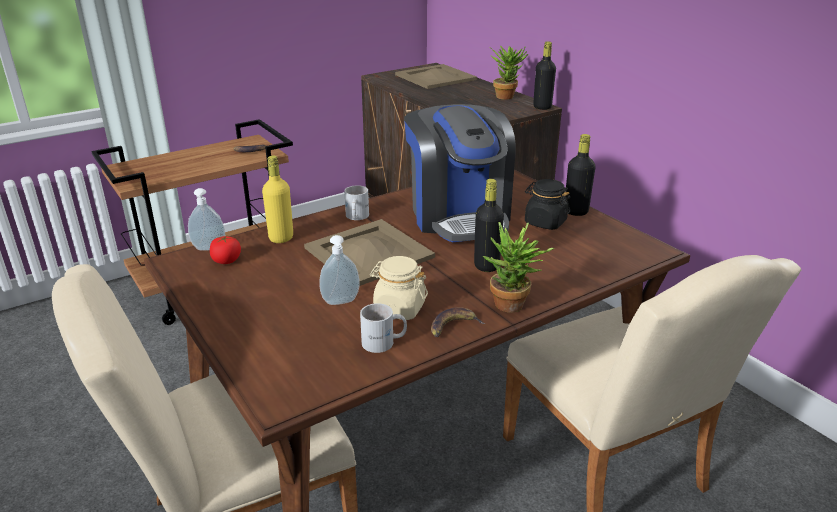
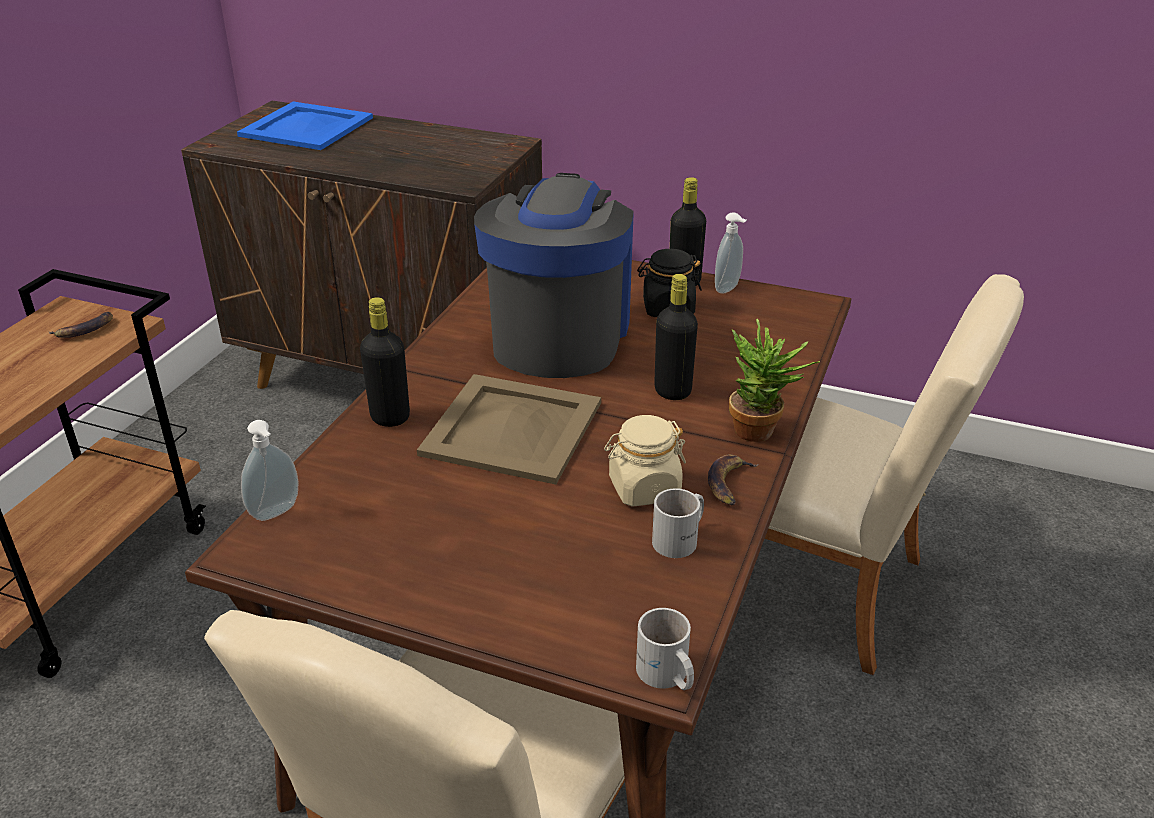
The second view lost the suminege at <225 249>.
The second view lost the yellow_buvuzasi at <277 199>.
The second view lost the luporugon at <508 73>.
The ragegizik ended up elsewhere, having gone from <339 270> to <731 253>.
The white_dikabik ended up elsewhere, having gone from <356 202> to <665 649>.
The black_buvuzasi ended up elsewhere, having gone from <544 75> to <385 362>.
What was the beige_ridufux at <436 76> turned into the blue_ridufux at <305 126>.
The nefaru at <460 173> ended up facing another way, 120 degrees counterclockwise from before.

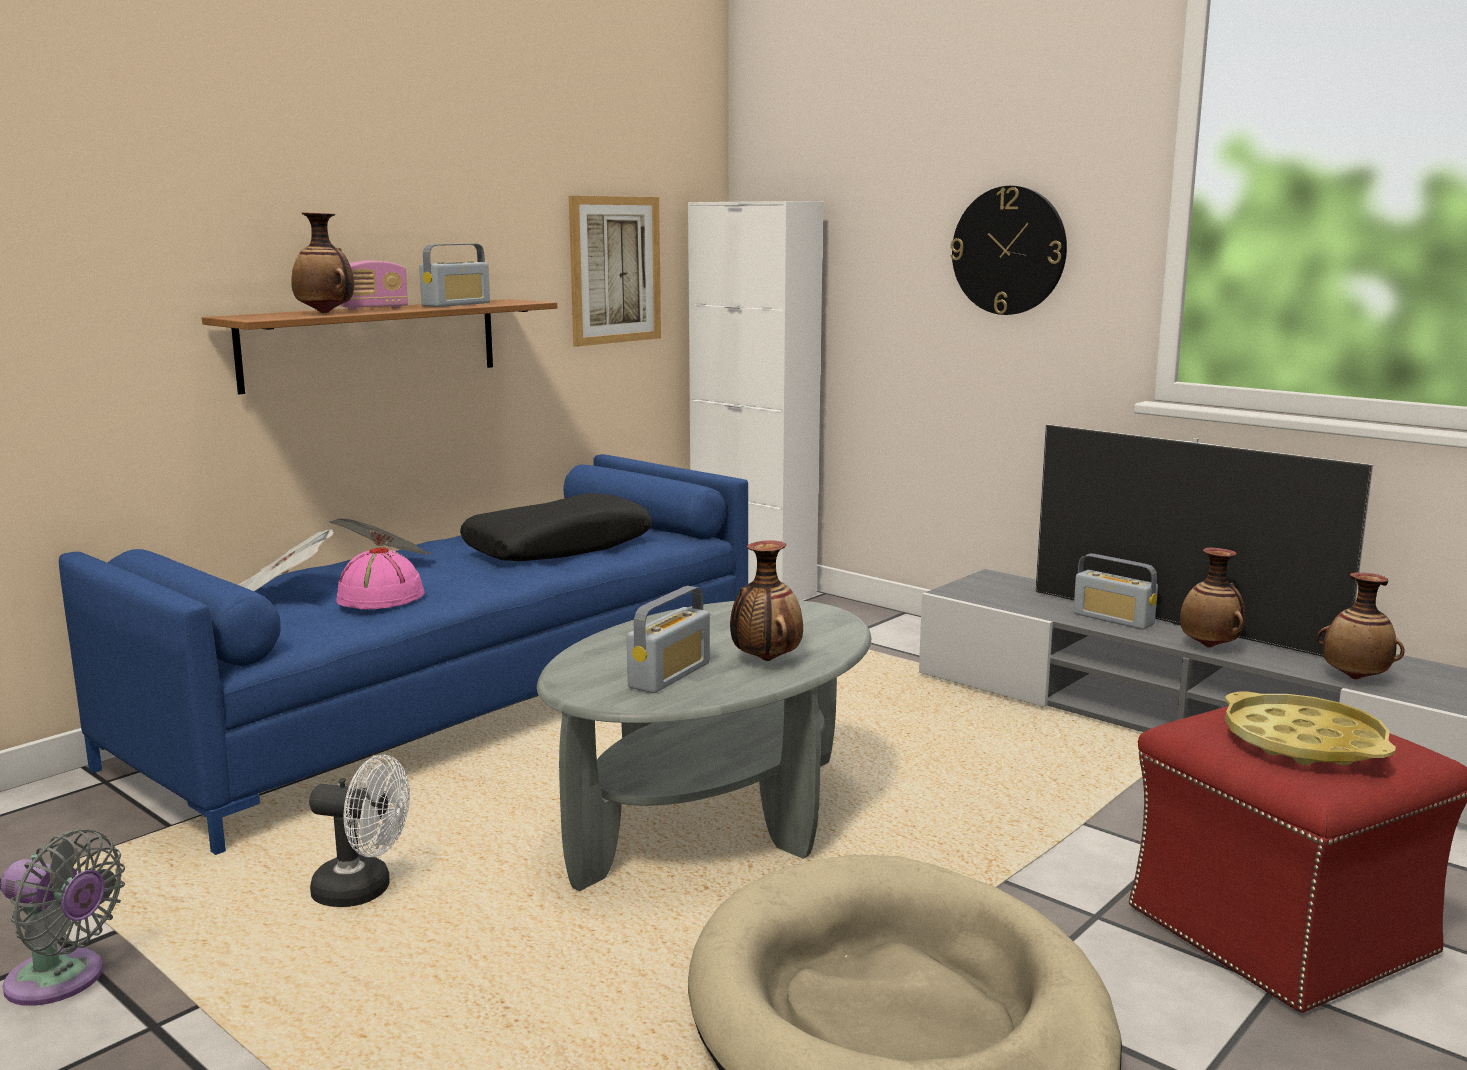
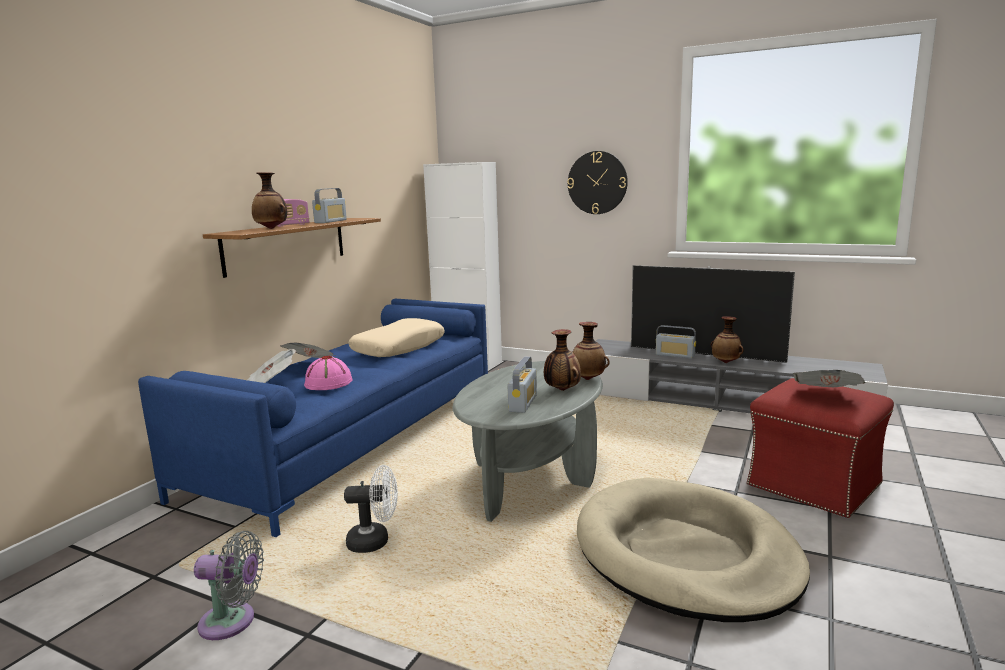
The second view lost the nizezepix at <615 271>.
The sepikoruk ended up elsewhere, having gone from <1361 626> to <591 351>.
Where the yellow_ridufux stood at <1310 728>, the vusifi came to stand at <829 378>.
What was the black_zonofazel at <556 527> turned into the beige_zonofazel at <396 337>.

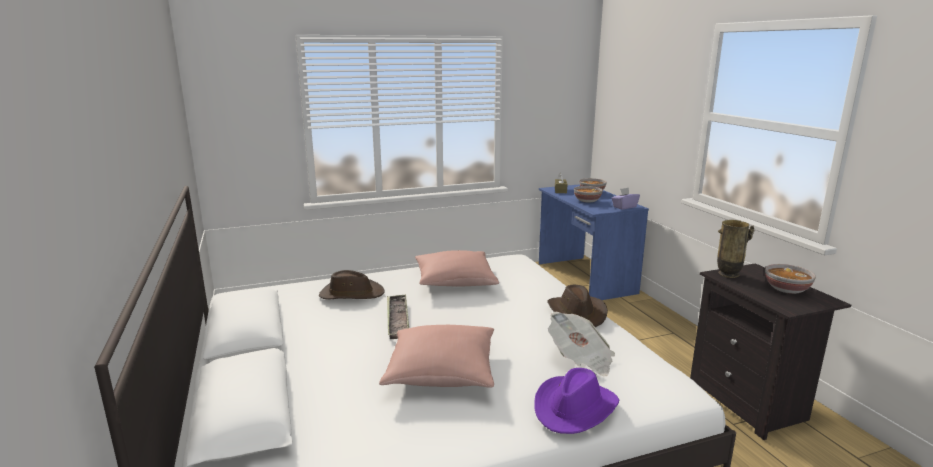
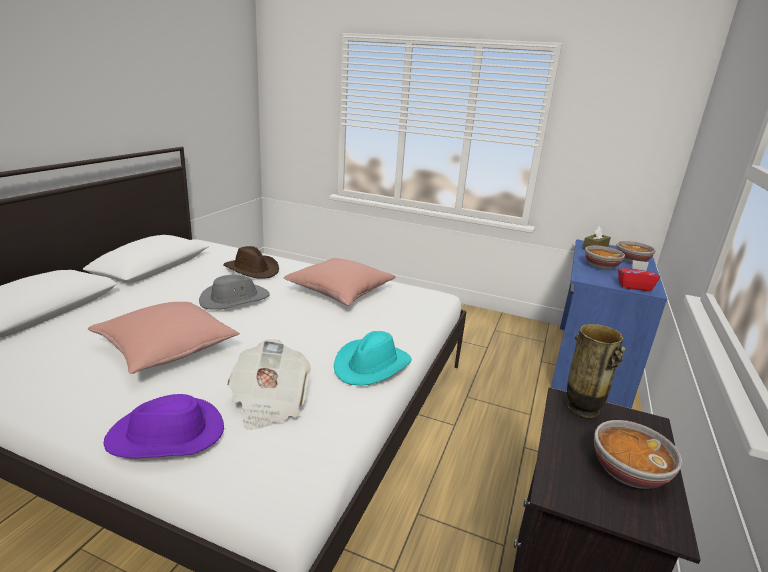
Where the ridufux stood at <398 316>, the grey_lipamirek came to stand at <234 292>.
What was the brown_lipamirek at <577 306> turned into the turquoise_lipamirek at <373 358>.
What was the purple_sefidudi at <626 199> turned into the red_sefidudi at <639 275>.

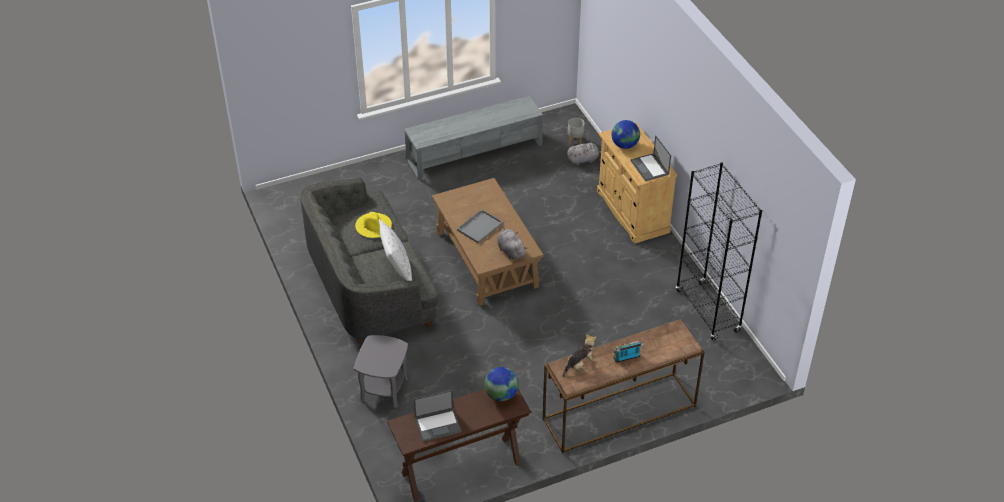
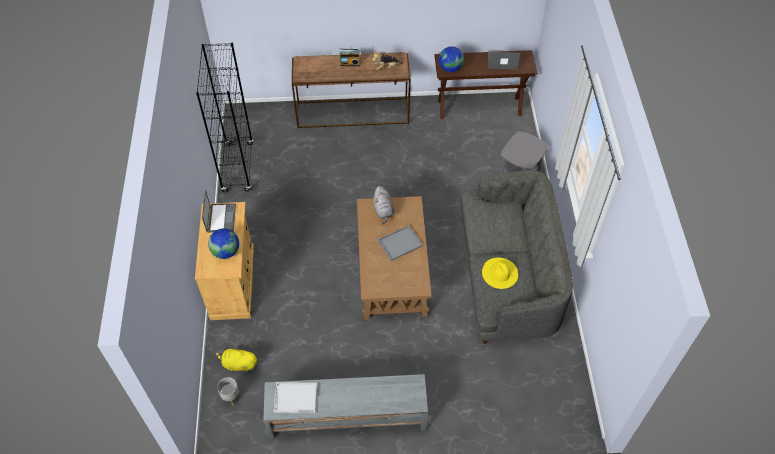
The second view lost the white_zonofazel at <395 250>.
The second view gained the white_ridufux at <295 397>.
What was the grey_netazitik at <584 154> turned into the yellow_netazitik at <236 359>.

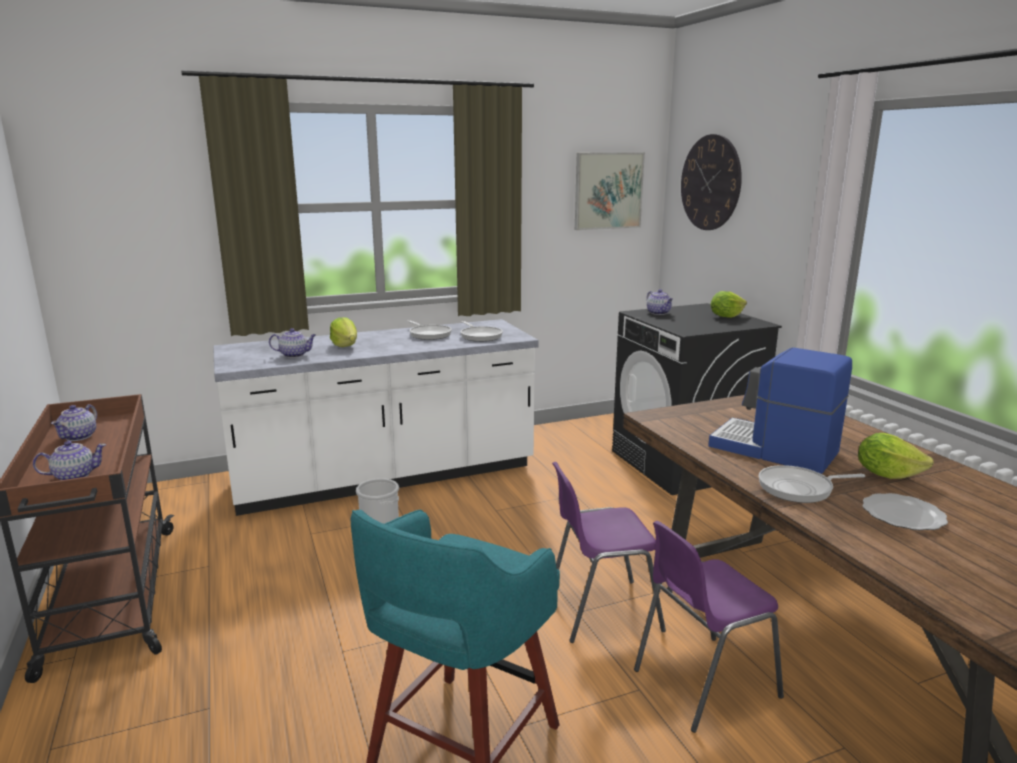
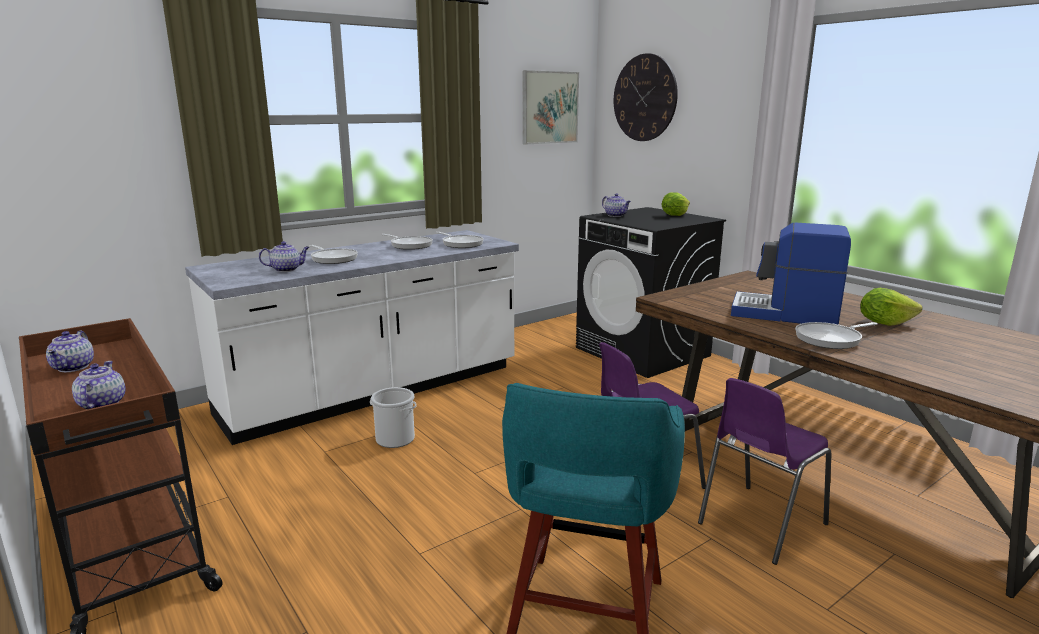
The second view lost the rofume at <905 512>.
Where the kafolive stood at <343 332>, the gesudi came to stand at <334 254>.
The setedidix at <70 460> ended up facing another way, 60 degrees counterclockwise from before.

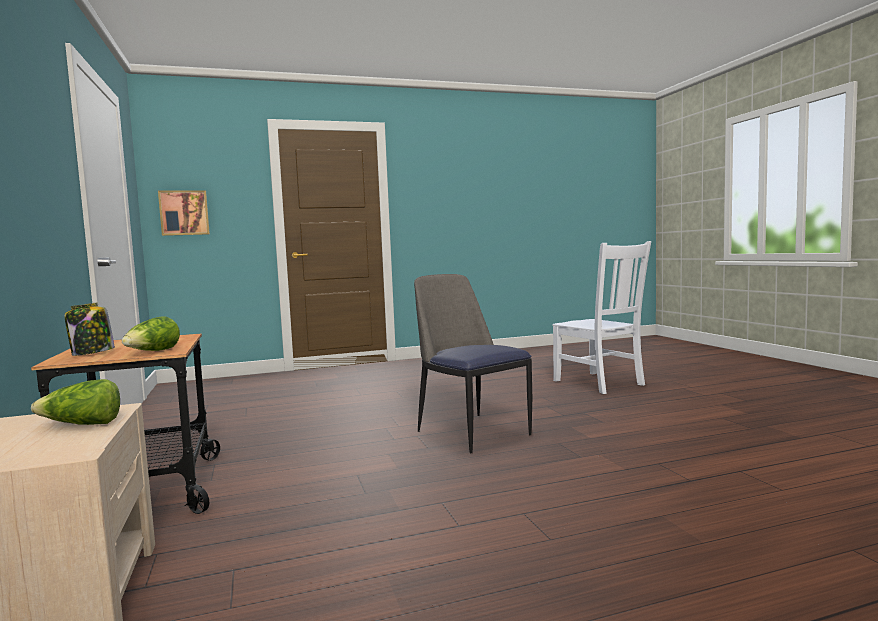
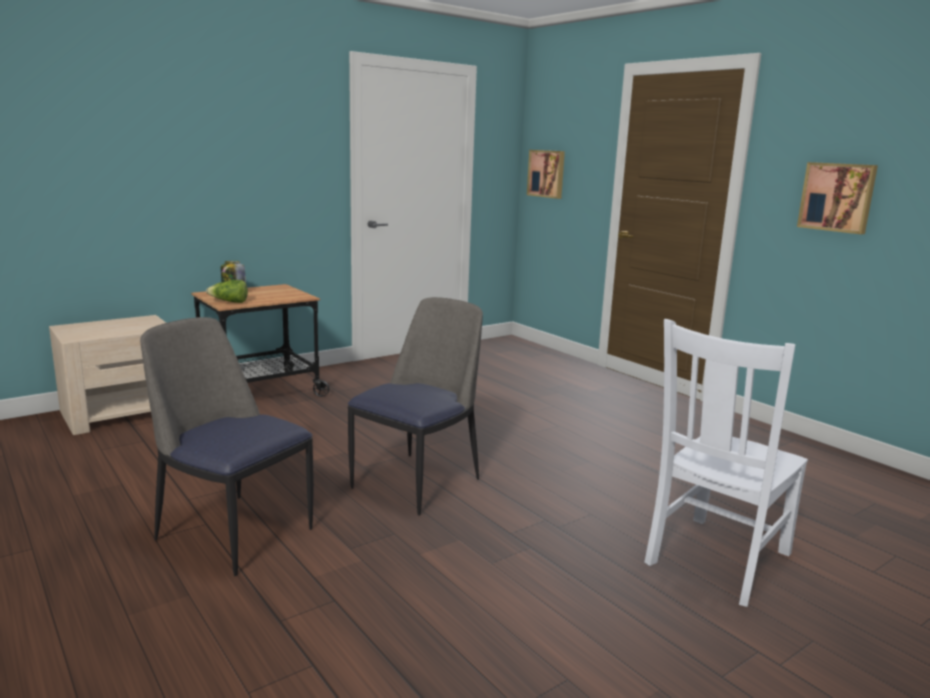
The second view lost the kafolive at <75 402>.
The second view gained the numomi at <227 446>.
The second view gained the nizezepix at <837 198>.

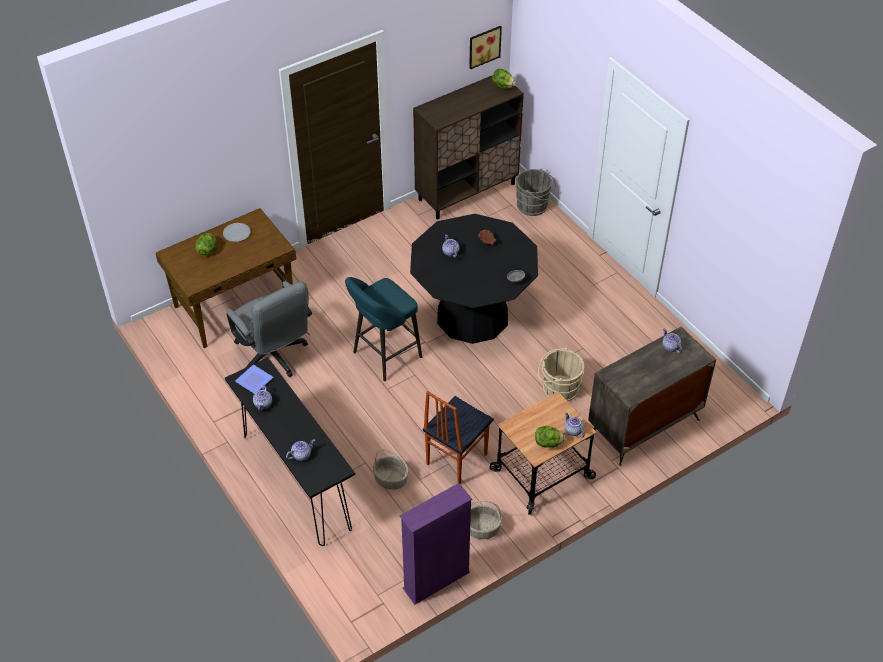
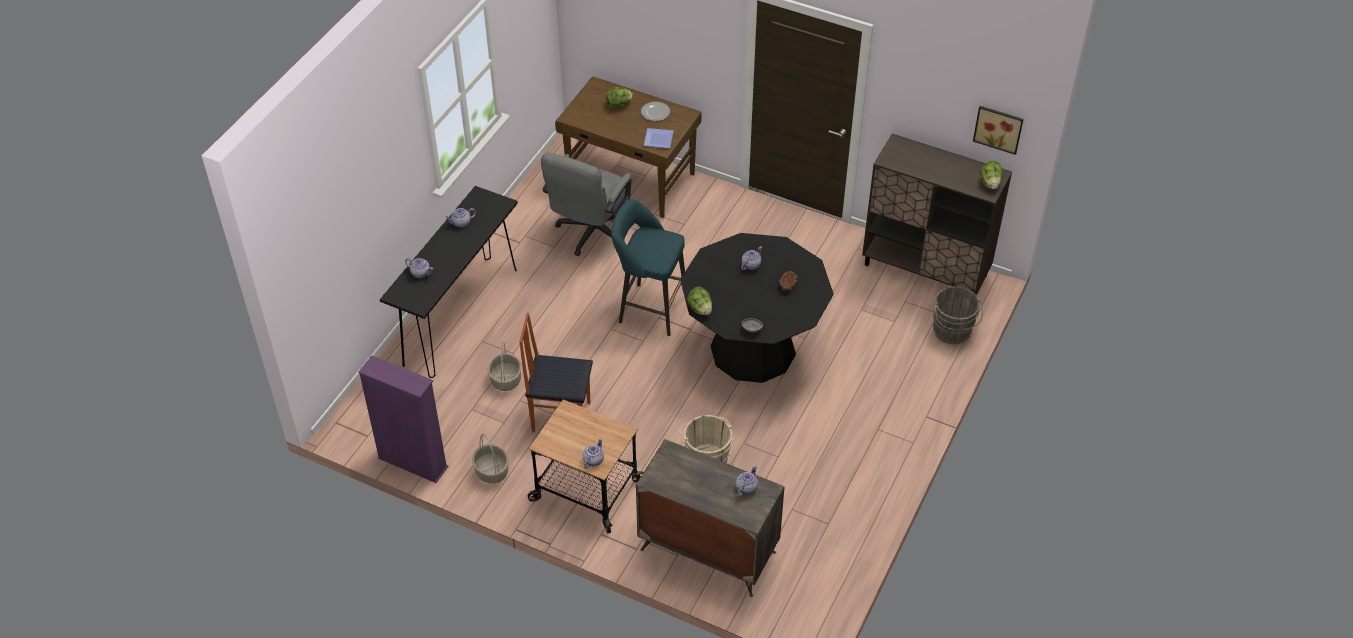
The rofume ended up elsewhere, having gone from <254 379> to <658 138>.
The kafolive ended up elsewhere, having gone from <550 437> to <699 301>.

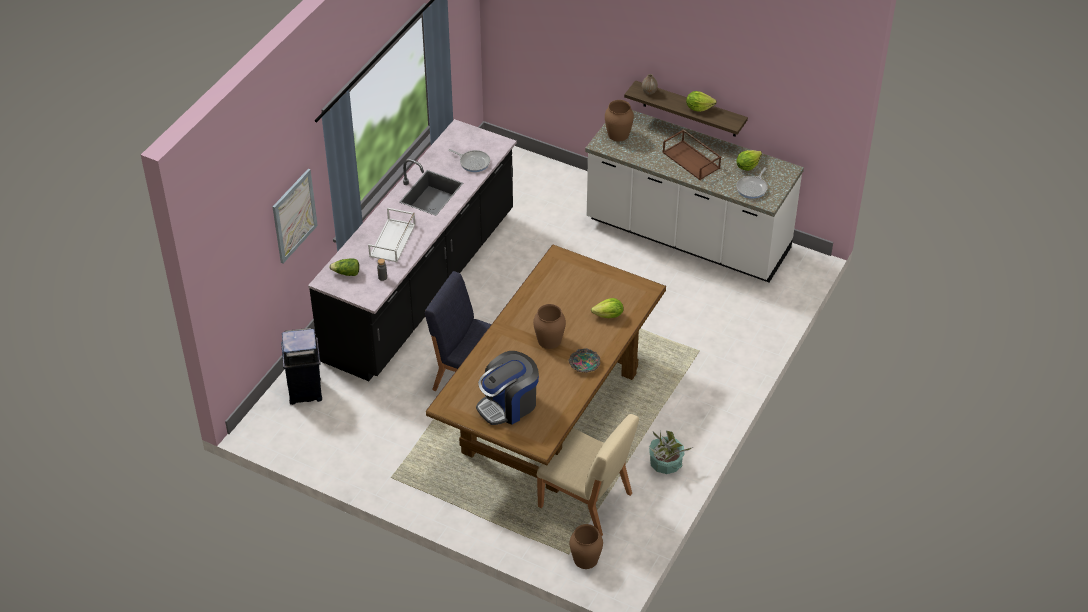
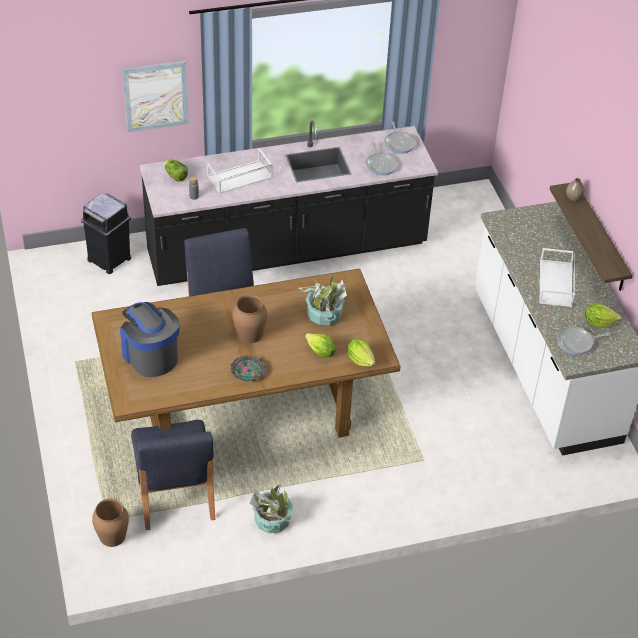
The second view lost the brown_sepikoruk at <619 120>.
The second view gained the luporugon at <323 300>.
The second view gained the gesudi at <400 137>.
The kafolive ended up elsewhere, having gone from <701 101> to <361 353>.
What was the beige_numomi at <588 475> turned into the blue_numomi at <173 475>.
What was the brown_ridufux at <692 154> turned into the white_ridufux at <557 277>.
The nefaru at <507 388> ended up facing another way, 45 degrees clockwise from before.

